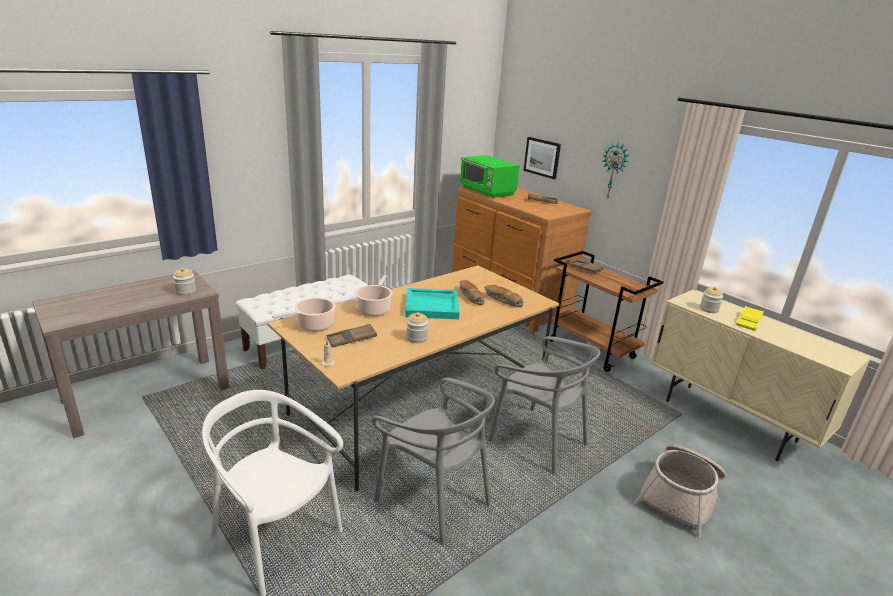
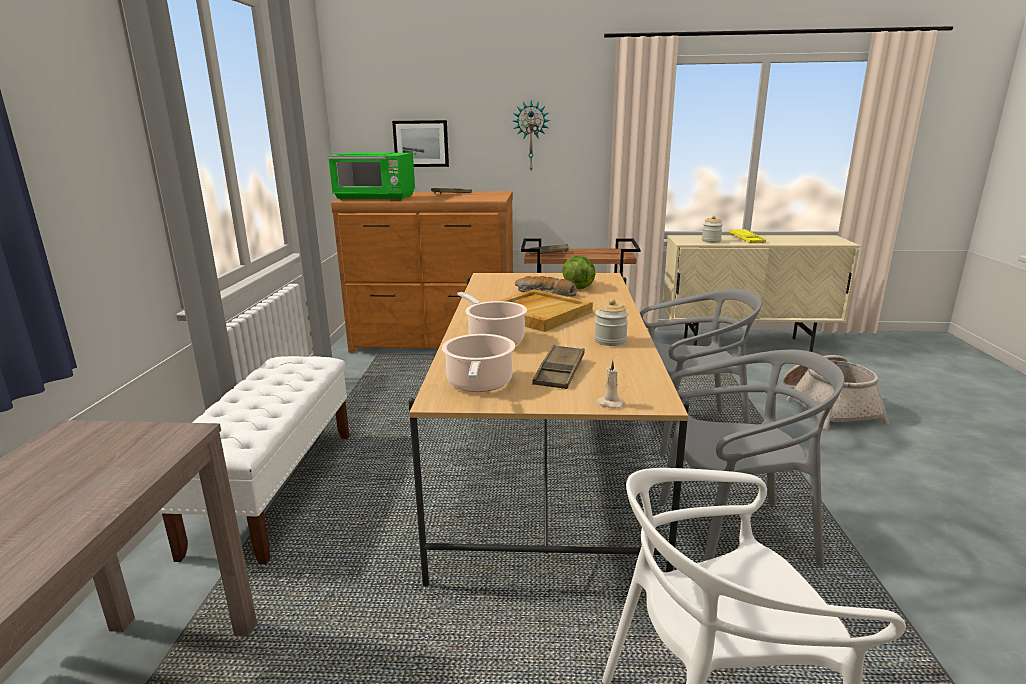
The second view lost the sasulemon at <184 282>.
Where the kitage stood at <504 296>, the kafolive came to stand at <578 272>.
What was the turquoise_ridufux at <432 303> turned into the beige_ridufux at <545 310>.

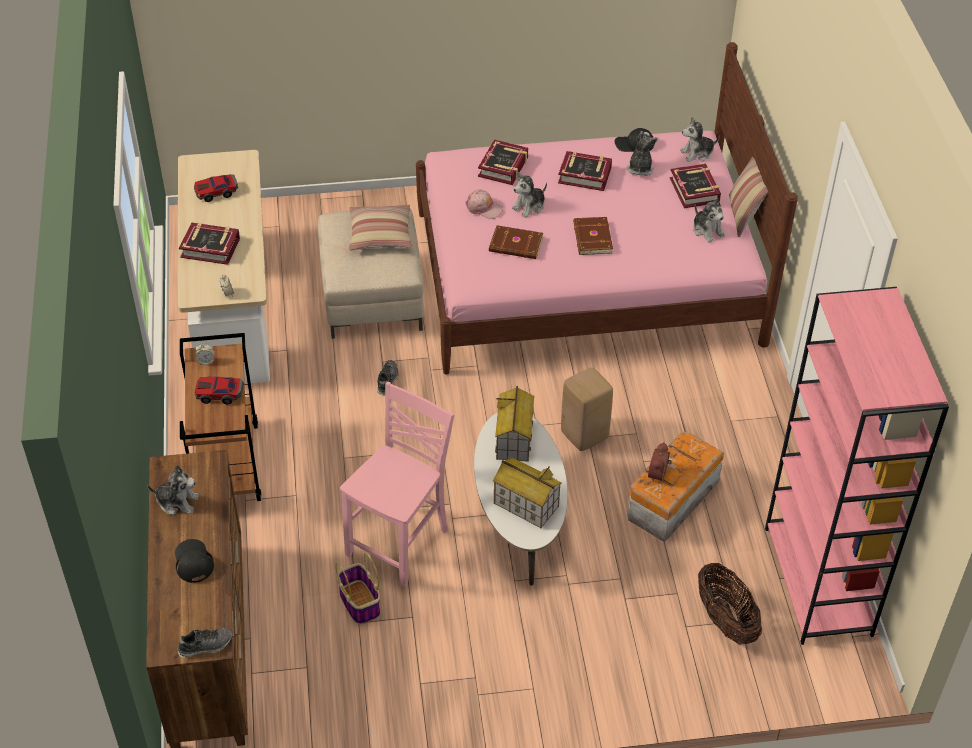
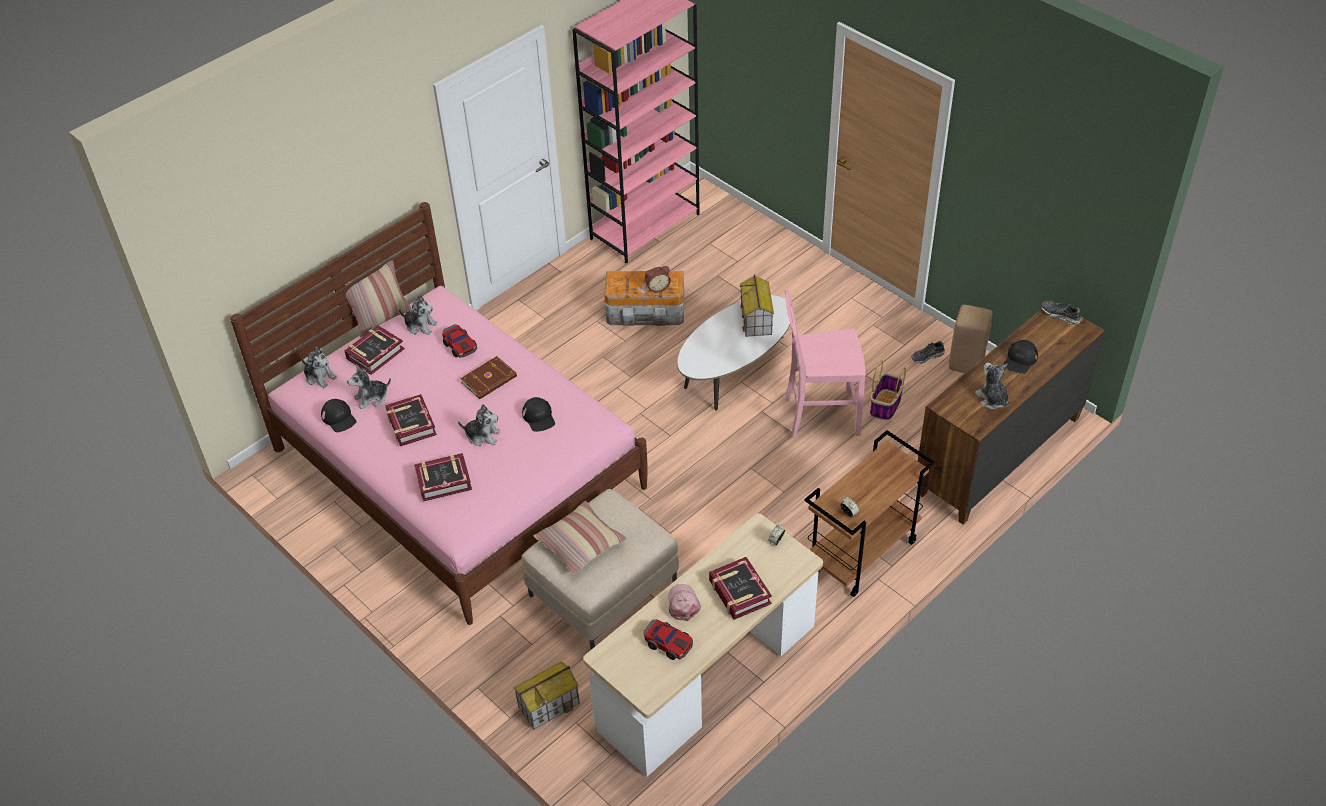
The second view lost the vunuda at <730 604>.
The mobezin ended up elsewhere, having gone from <219 390> to <459 341>.
The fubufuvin ended up elsewhere, having gone from <387 378> to <928 352>.
The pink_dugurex ended up elsewhere, having gone from <484 204> to <684 602>.
The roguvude ended up elsewhere, having gone from <514 424> to <546 695>.
The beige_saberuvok ended up elsewhere, having gone from <587 409> to <970 339>.
Where the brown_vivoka stood at <516 242>, the black_dugurex came to stand at <538 414>.
The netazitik at <709 220> ended up facing another way, 90 degrees clockwise from before.

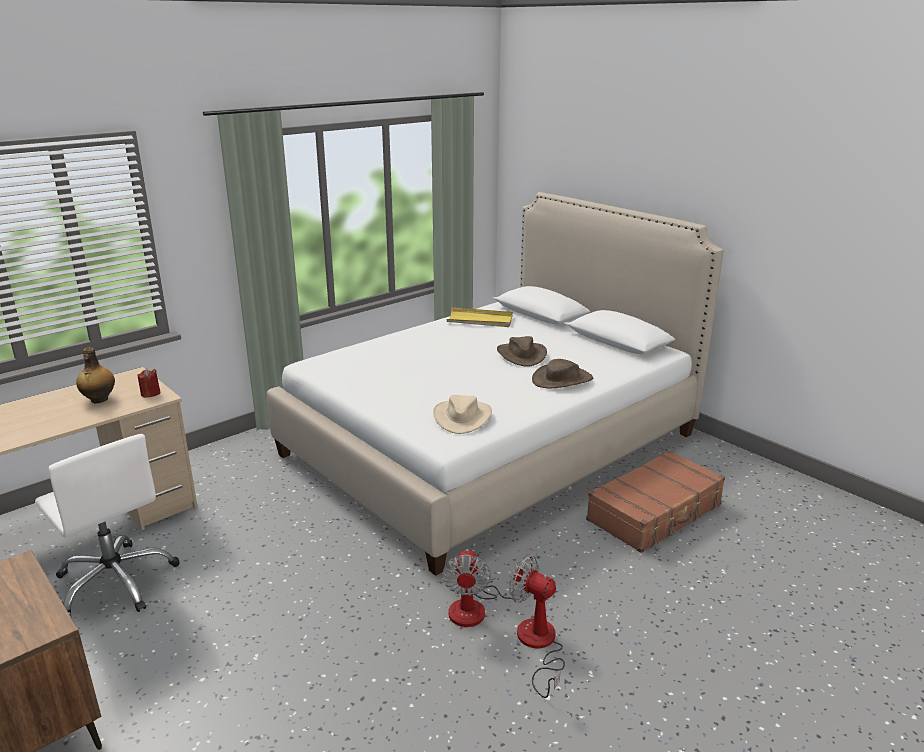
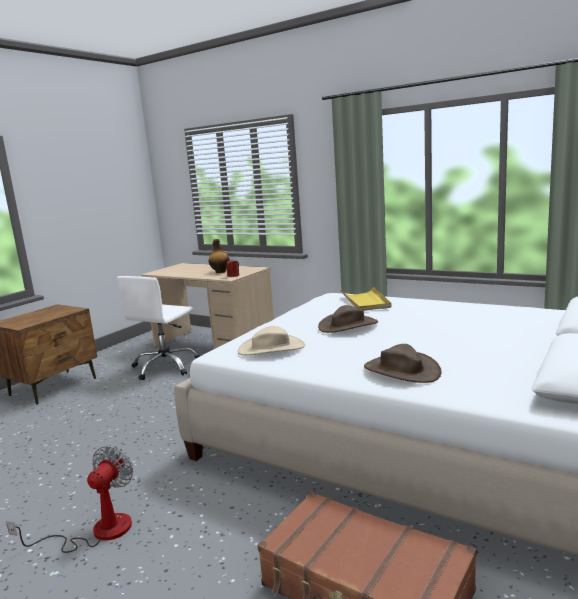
The second view lost the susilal at <489 588>.
The yellow_ridufux ended up elsewhere, having gone from <480 317> to <365 299>.
The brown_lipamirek ended up elsewhere, having gone from <522 351> to <348 319>.

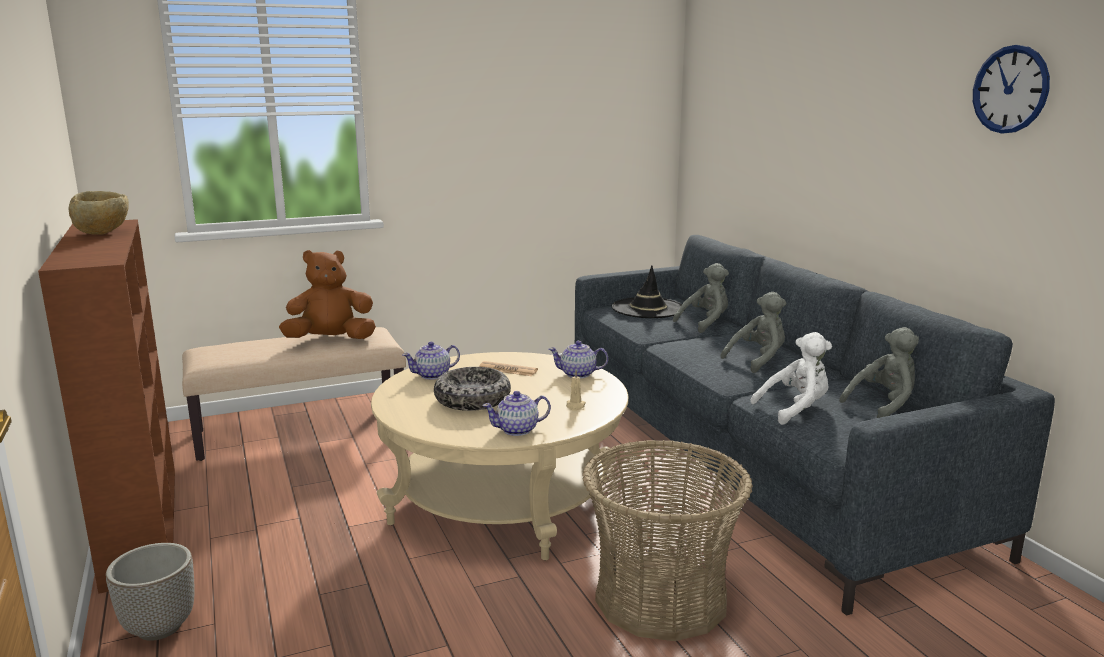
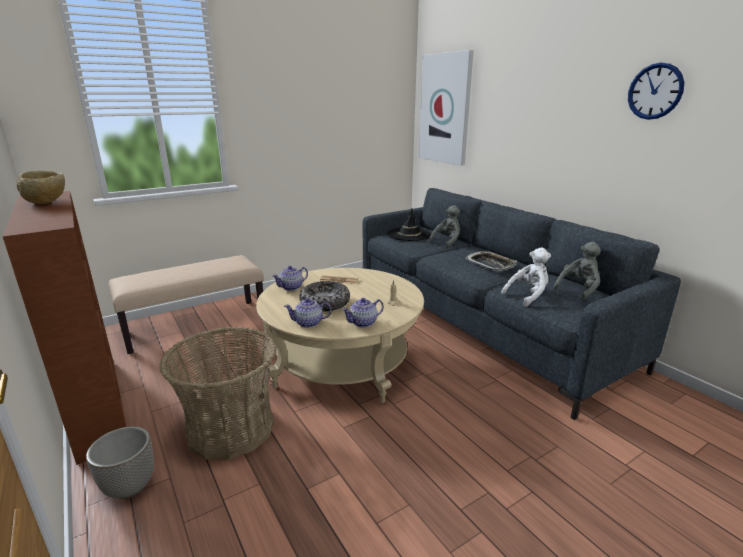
The second view lost the brown_netazitik at <327 294>.
The second view gained the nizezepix at <446 108>.
The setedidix ended up elsewhere, having gone from <578 360> to <308 313>.
The vunuda ended up elsewhere, having gone from <667 540> to <218 393>.
Where the grey_netazitik stood at <753 332>, the ridufux came to stand at <491 261>.

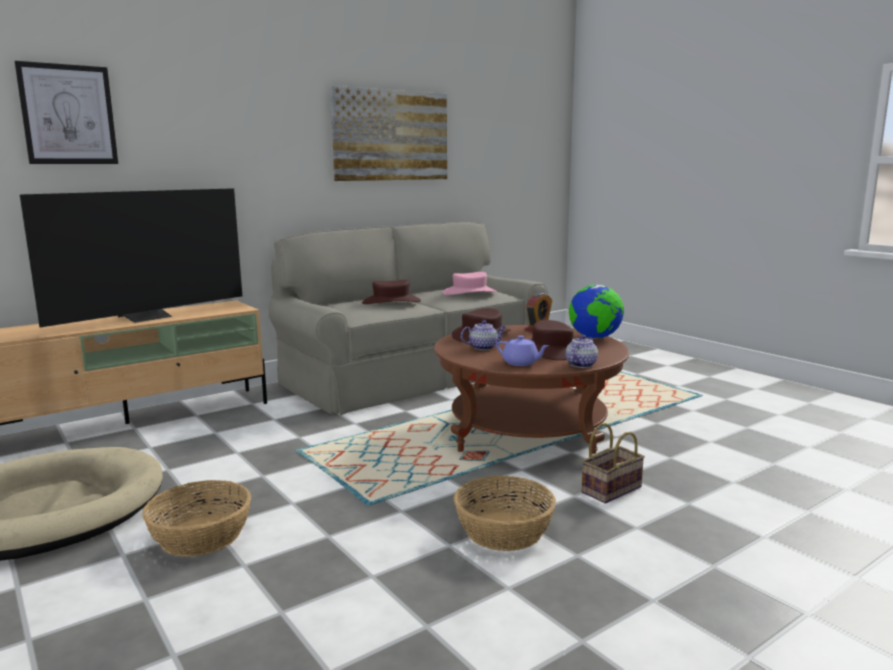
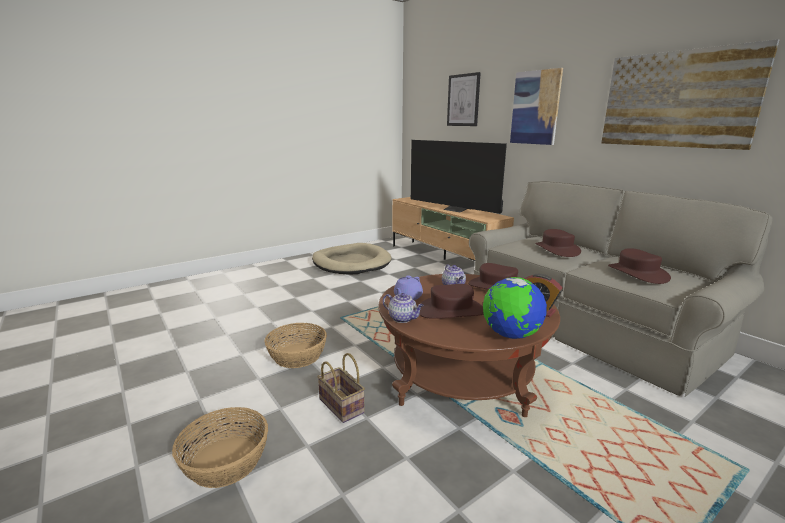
The second view gained the nizezepix at <536 106>.
The vunuda ended up elsewhere, having gone from <196 518> to <220 447>.
What was the pink_lipamirek at <470 283> turned into the brown_lipamirek at <639 266>.

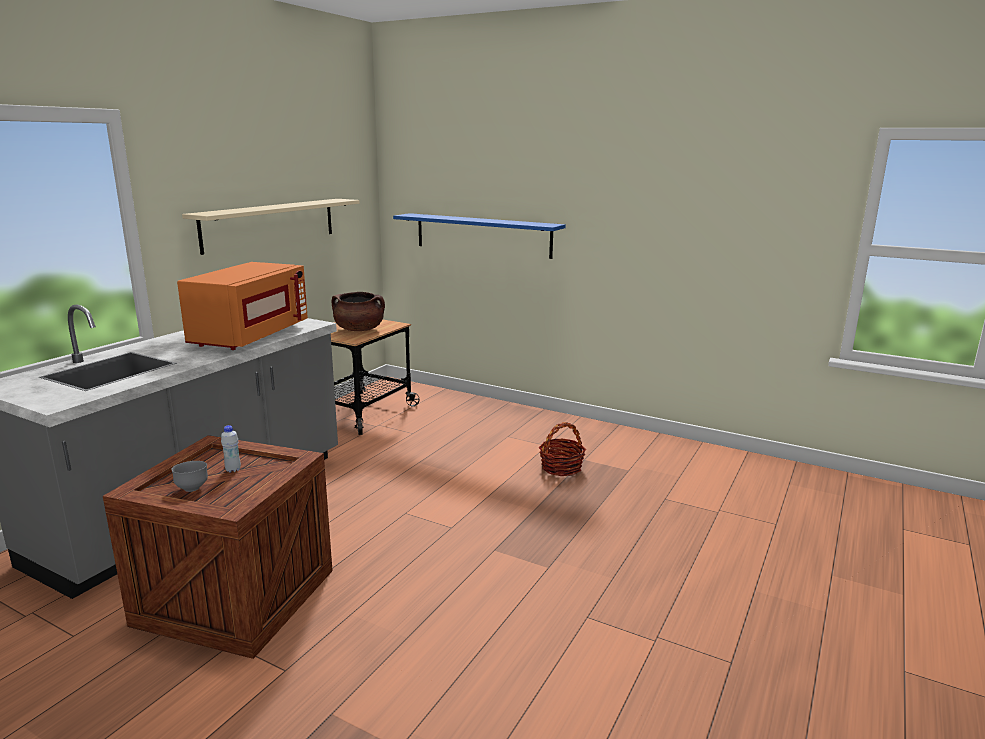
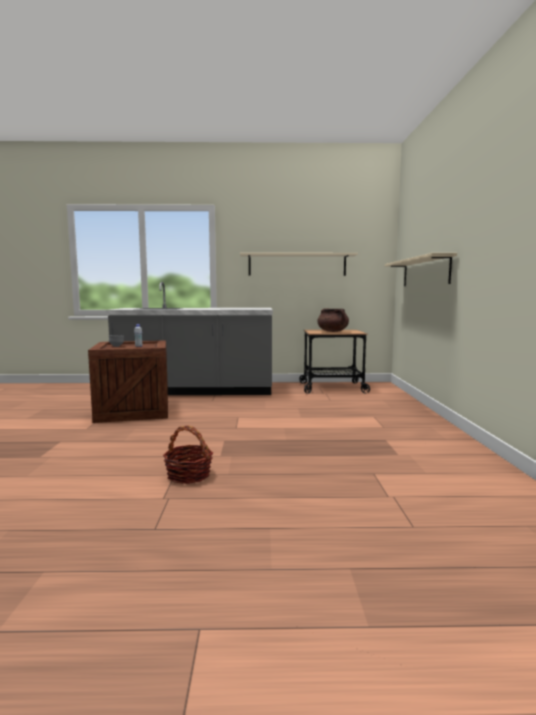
The second view lost the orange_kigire at <242 306>.
The vunuda ended up elsewhere, having gone from <562 449> to <188 454>.
What was the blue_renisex at <479 236> turned into the beige_renisex at <421 269>.

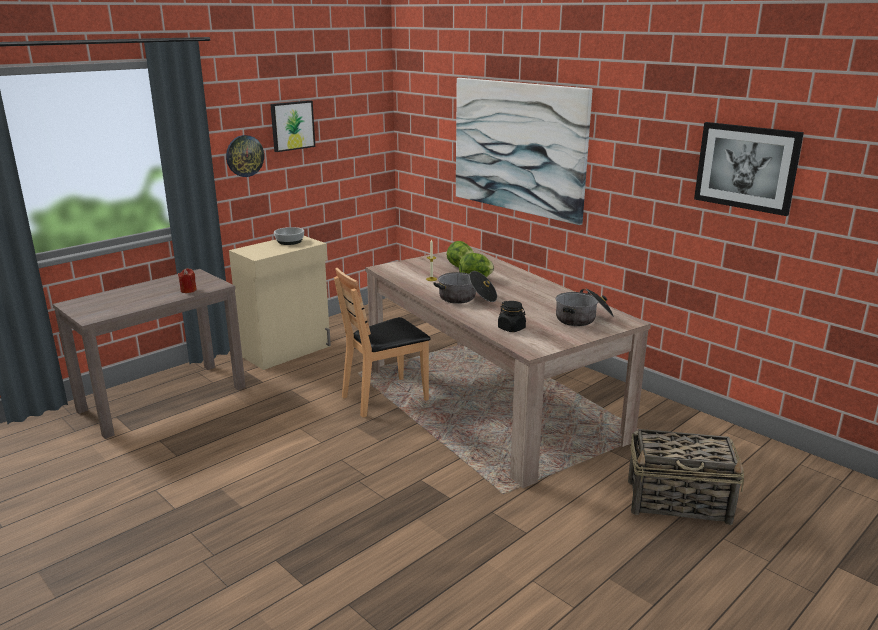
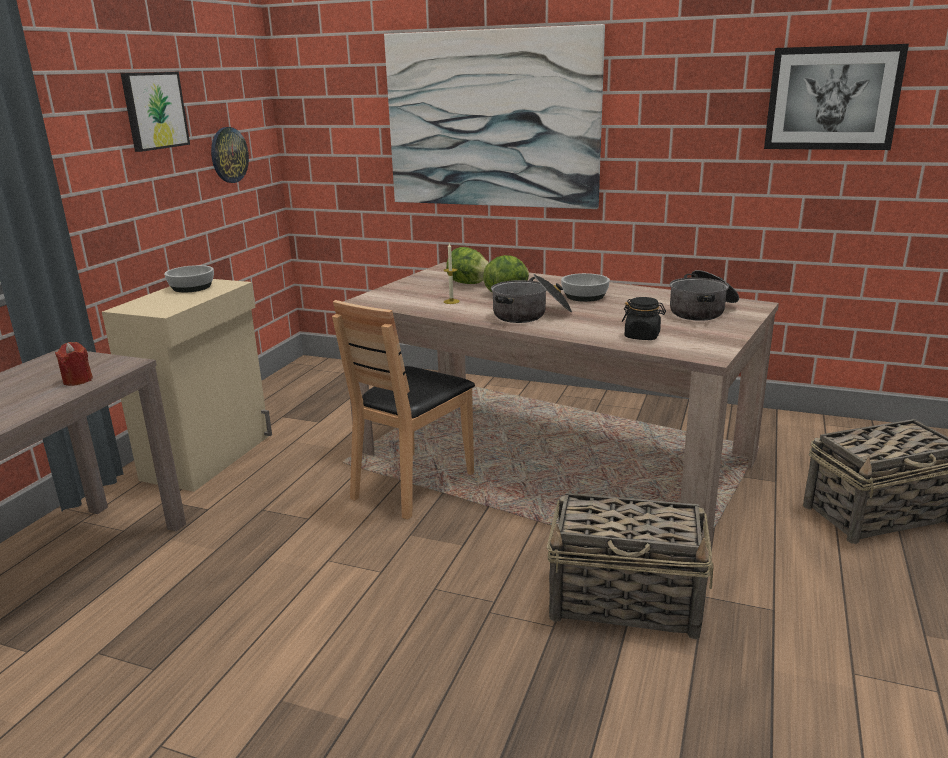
The second view gained the vunuda at <630 566>.
The second view gained the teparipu at <585 287>.
The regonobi ended up elsewhere, having gone from <245 156> to <230 155>.

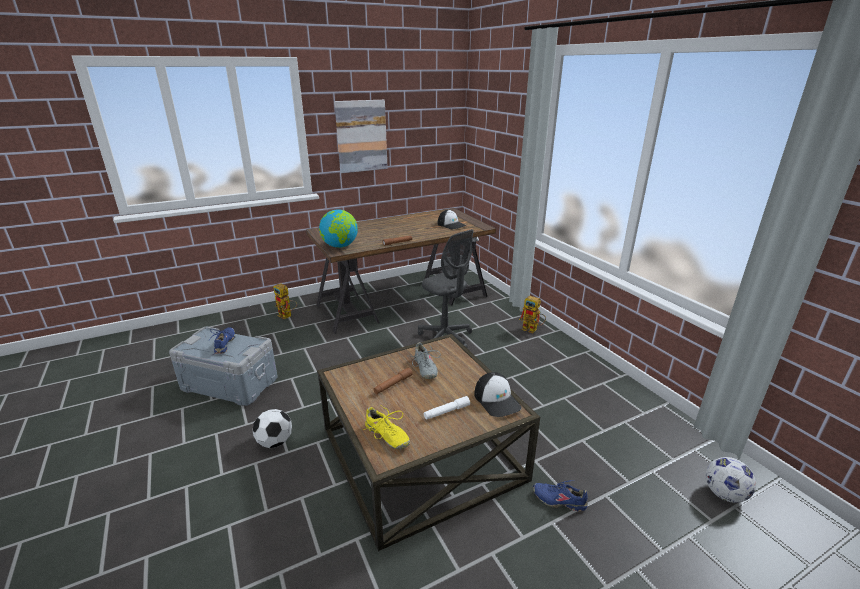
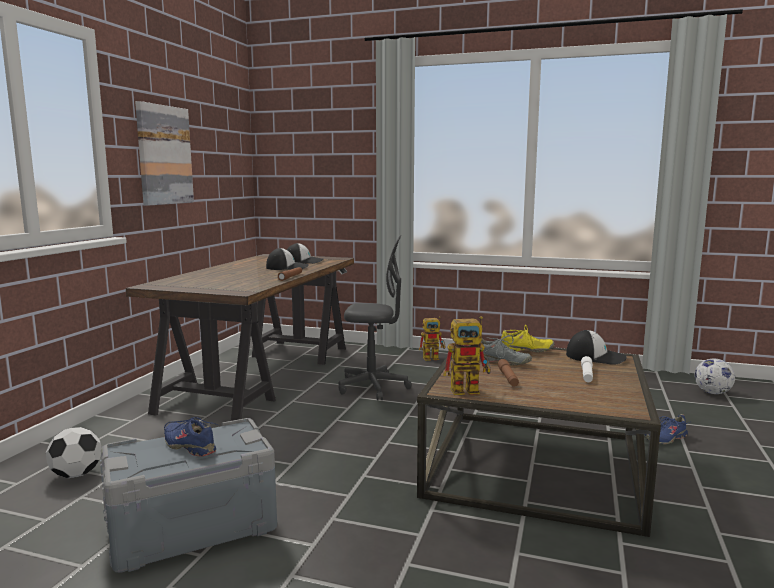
The second view lost the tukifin at <338 228>.
The second view gained the dugurex at <287 259>.
The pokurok ended up elsewhere, having gone from <272 428> to <73 452>.
The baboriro ended up elsewhere, having gone from <285 301> to <467 355>.
The yellow_fubufuvin ended up elsewhere, having gone from <387 427> to <528 338>.

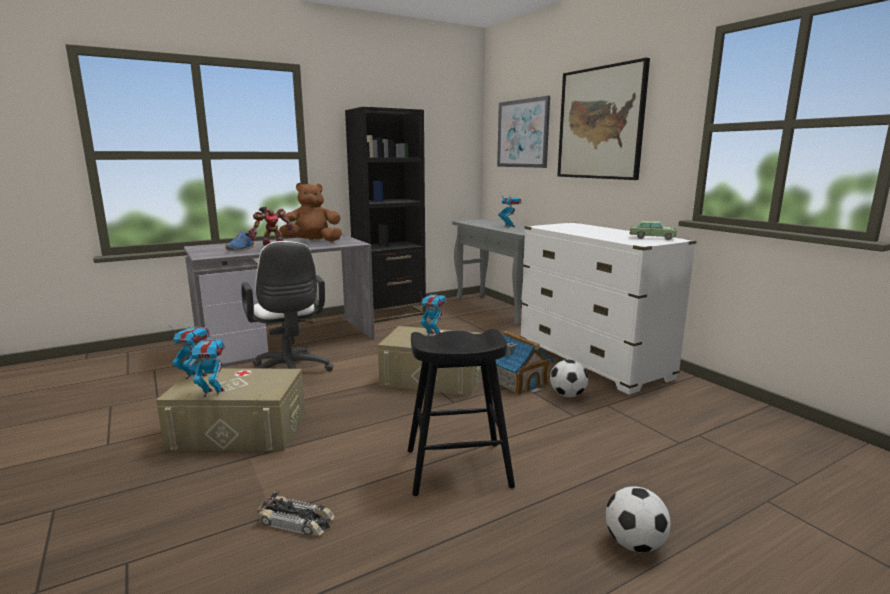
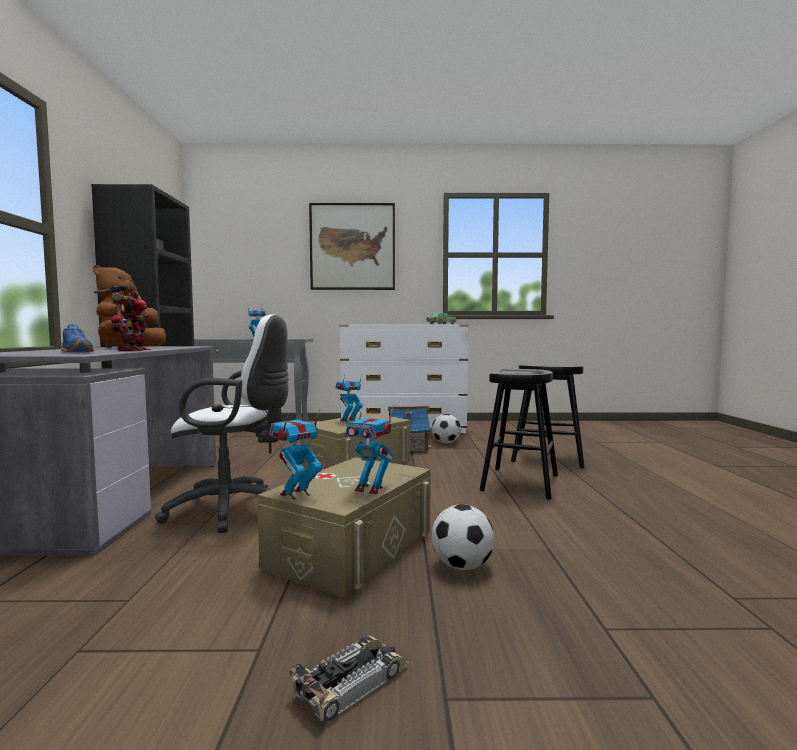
The second view lost the nizezepix at <523 132>.
The second view gained the black_saberuvok at <548 415>.
The mobezin ended up elsewhere, having gone from <296 513> to <349 678>.
The pokurok ended up elsewhere, having gone from <638 519> to <463 537>.
The baboriro at <206 367> ended up facing another way, 90 degrees counterclockwise from before.

